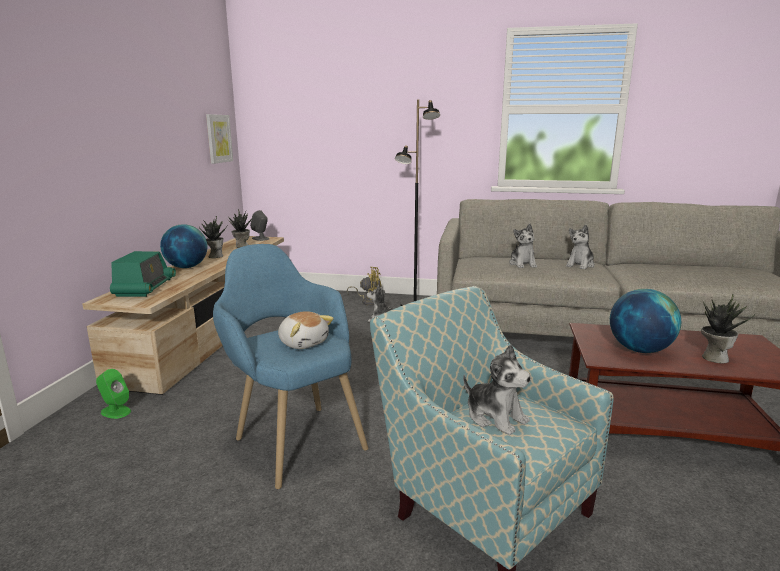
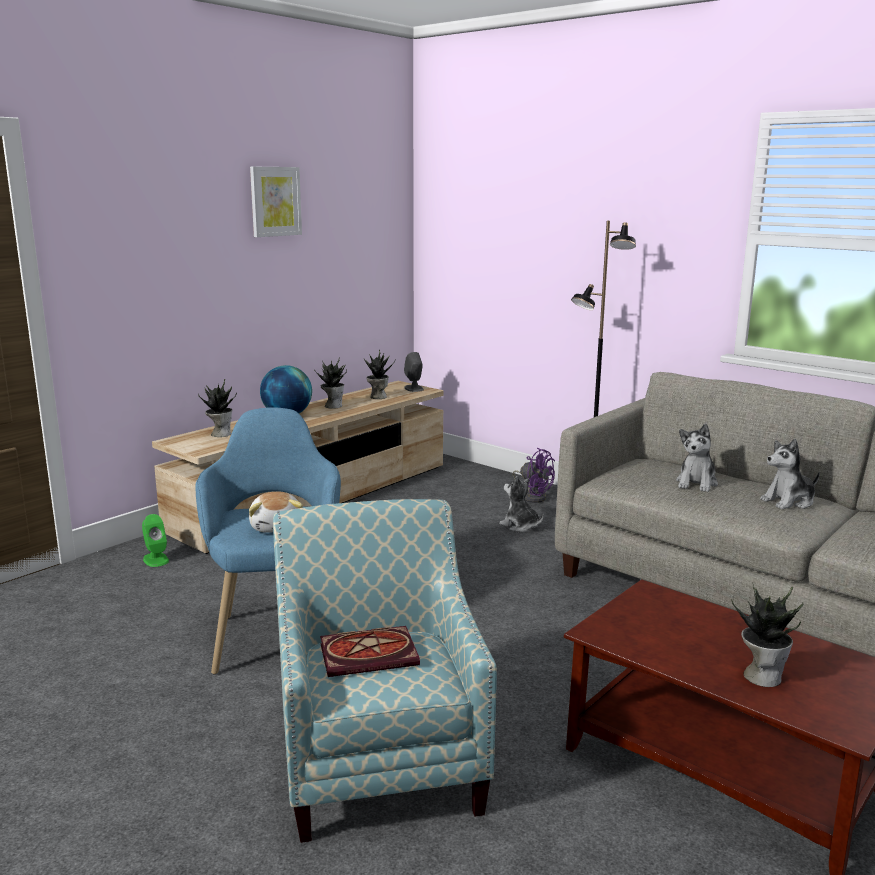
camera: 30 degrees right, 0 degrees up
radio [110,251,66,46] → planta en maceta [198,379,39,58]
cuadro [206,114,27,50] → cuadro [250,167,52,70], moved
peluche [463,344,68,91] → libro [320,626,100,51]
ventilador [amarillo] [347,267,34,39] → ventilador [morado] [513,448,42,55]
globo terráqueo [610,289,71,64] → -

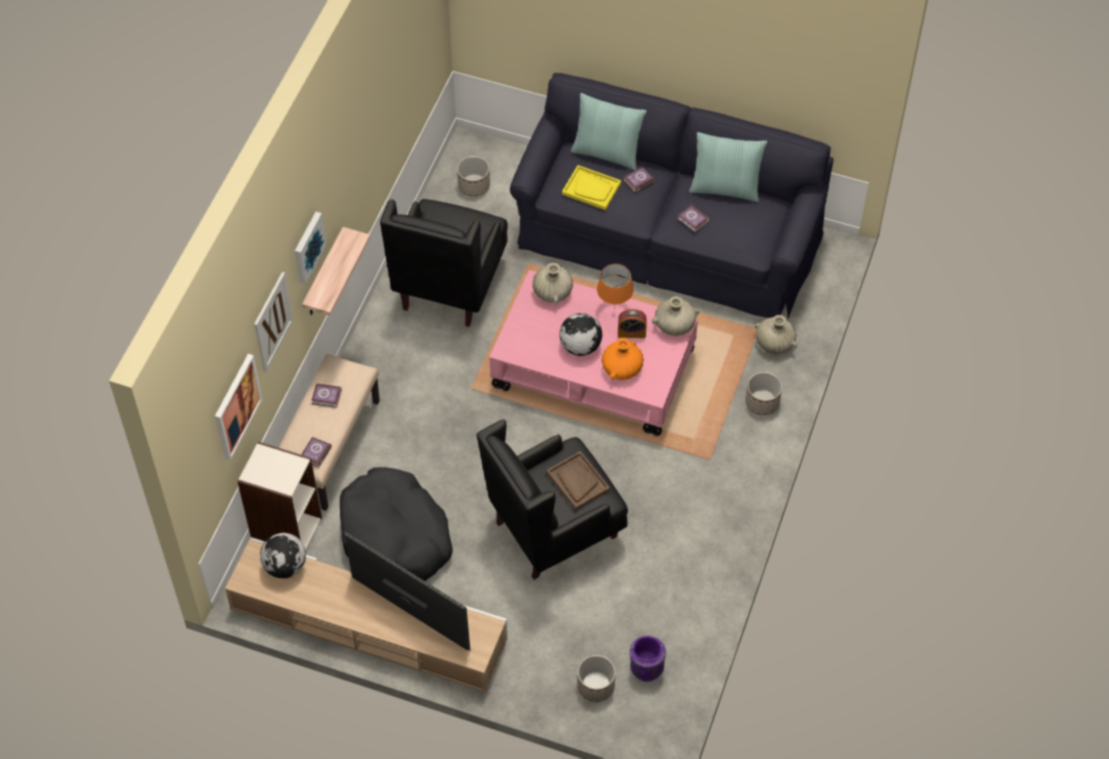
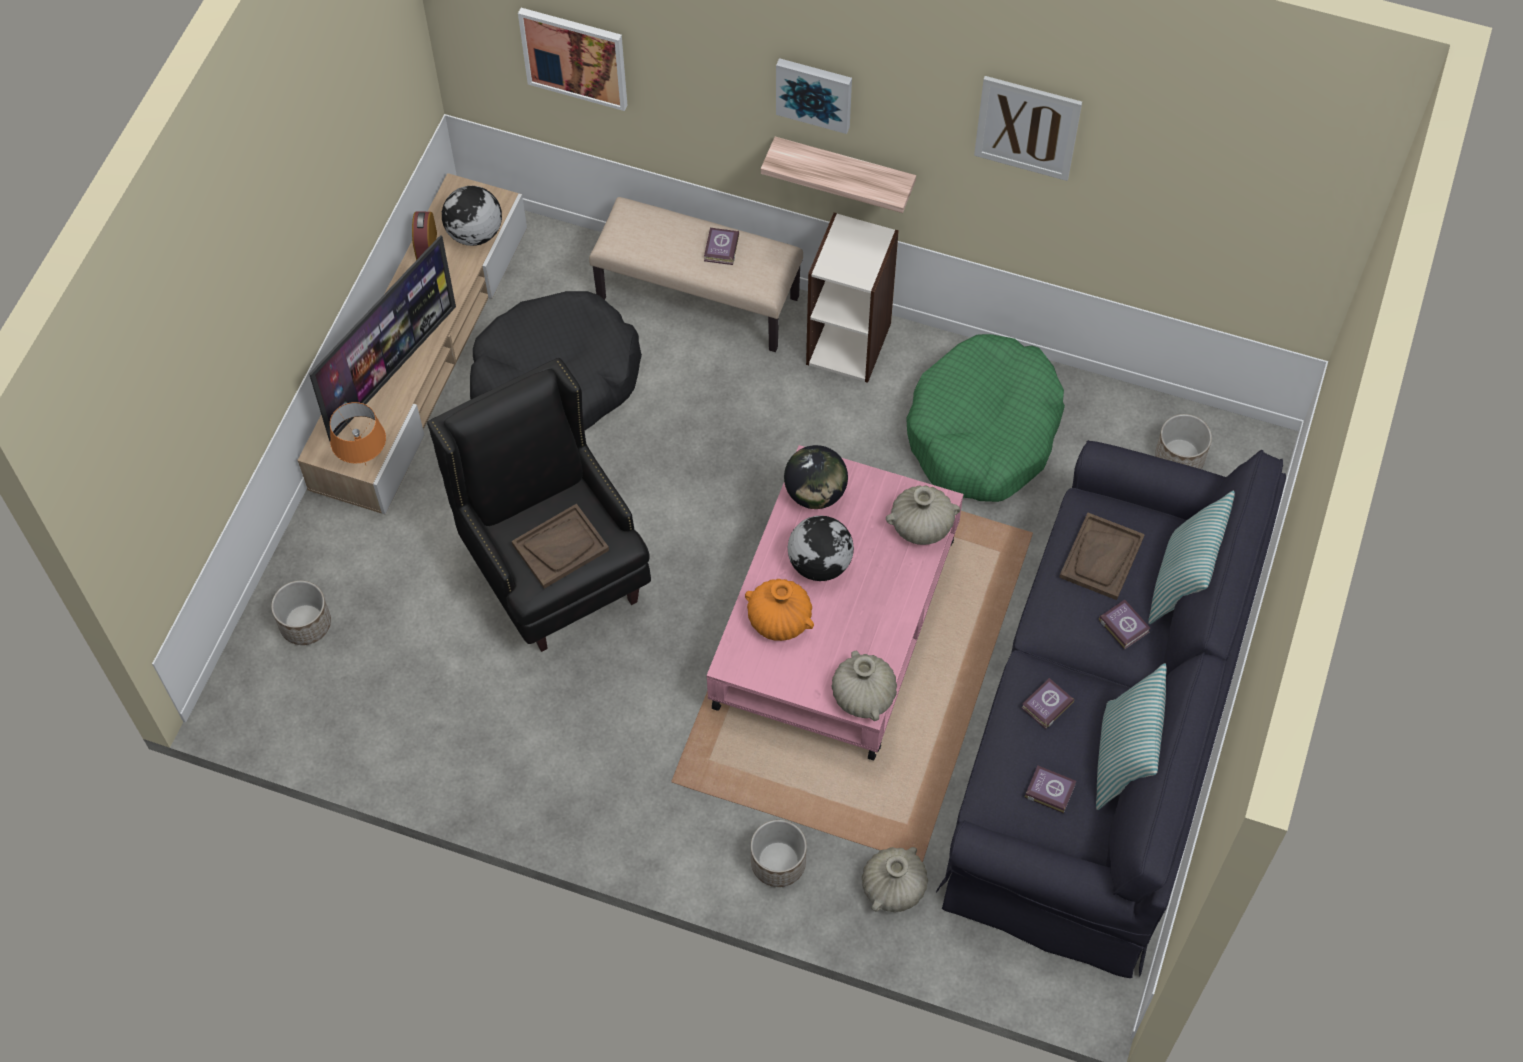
camera: 90 degrees right, 5 degrees up
lámpara de mesa [naranja] [597,264,37,45] → lámpara de mesa [naranja] [330,402,56,63], moved
despertador [618,309,29,29] → despertador [412,211,25,49], moved
- → globo terráqueo [784,445,64,64]
estantería [237,442,85,108] → estantería [806,213,93,170], moved
sillón [negro] [380,199,128,128] → cama para perro [verde] [906,334,159,168]
cuadro [254,272,39,100] → cuadro [974,76,108,105], moved
libro [301,437,31,31] → libro [1025,765,51,48], moved
bandeja [amarillo] [562,165,59,45] → bandeja [marrón] [1059,513,86,87]
florero [morado] [630,636,36,46] → -

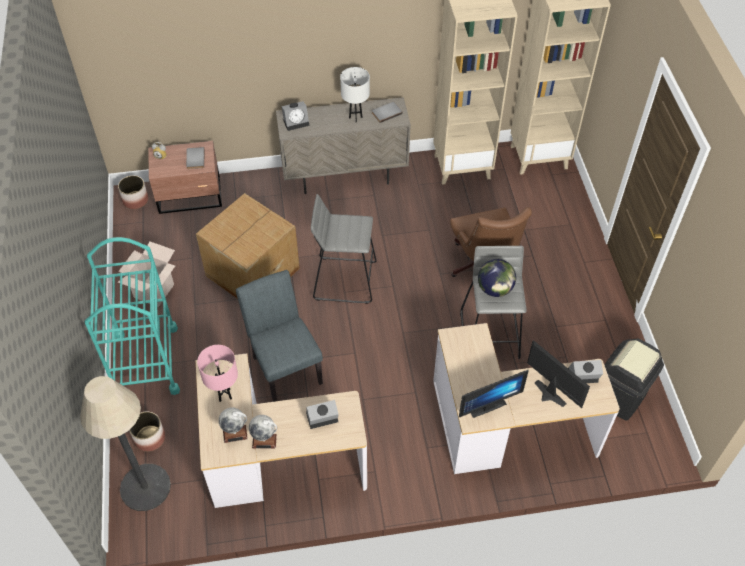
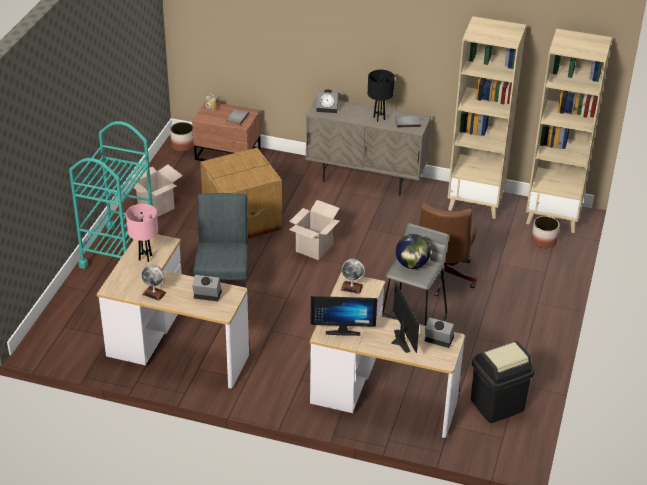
camera: 25 degrees right, 15 degrees down
taburete [gris] [311,194,66,110] → caja de cartón [289,200,51,60]
globo terráqueo [219,407,29,36] → globo terráqueo [341,259,24,35], moved
lámpara de mesa [blanco] [340,67,30,56] → lámpara de mesa [negro] [368,70,27,52]
maceta [129,411,36,41] → maceta [531,216,28,32], moved
lámpara de pie [80,376,91,135] → -

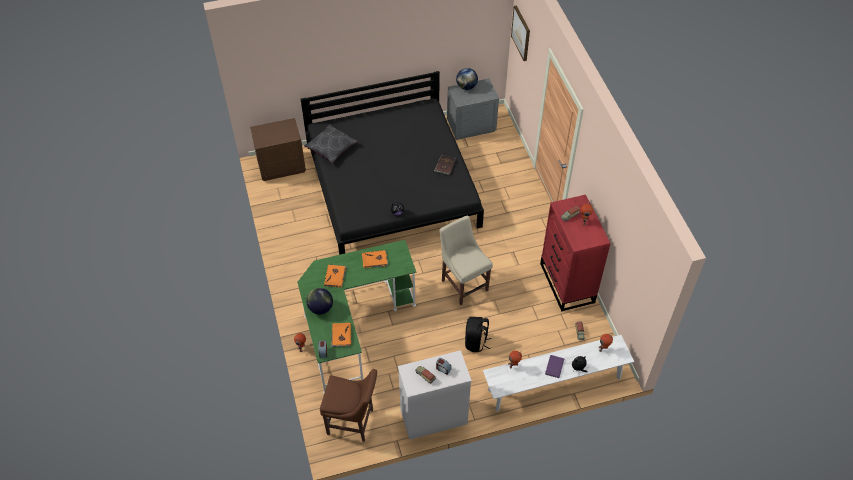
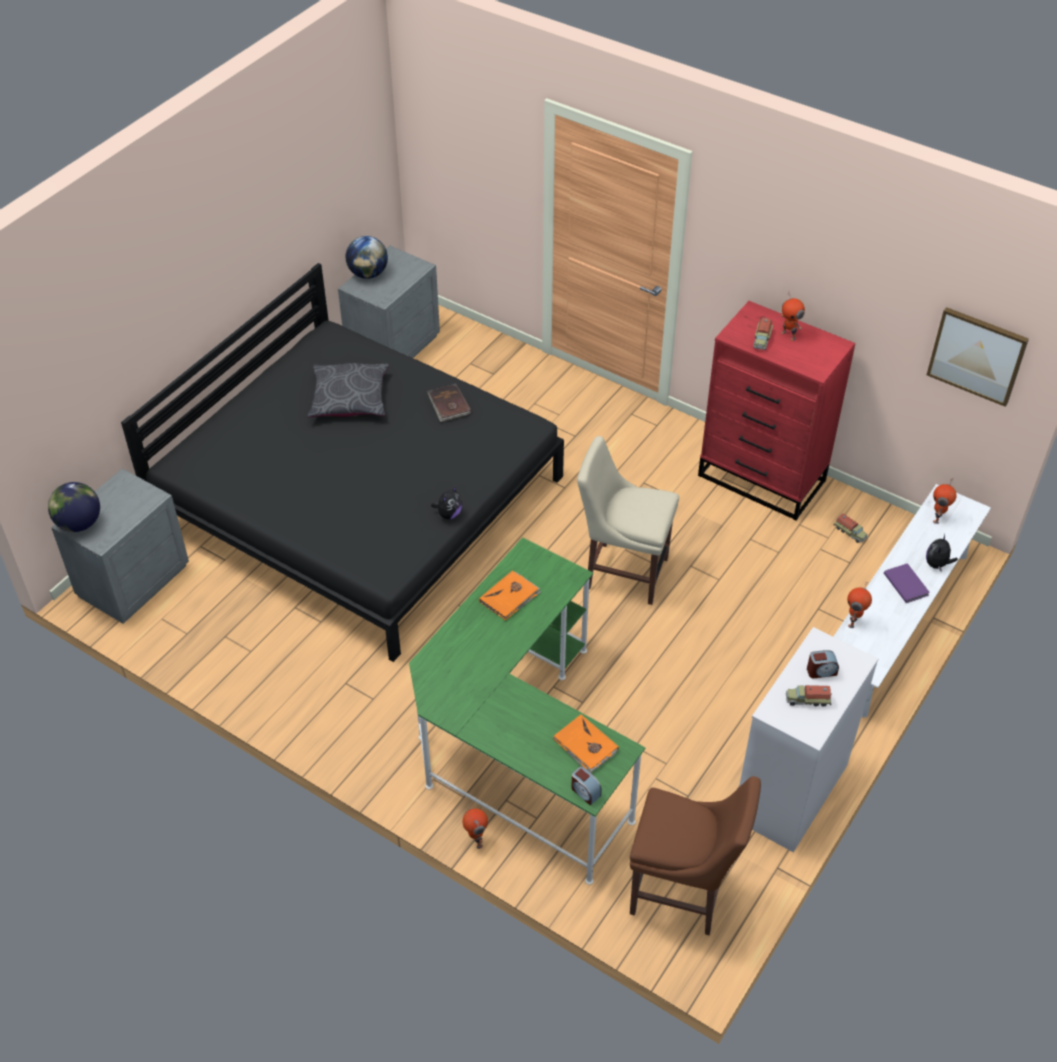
camera: 40 degrees left, 5 degrees down
globo terráqueo [306,288,27,26] → globo terráqueo [48,482,52,50], moved
mesita de noche [marrón] [250,118,56,63] → mesita de noche [gris] [51,468,138,156]
cojín [gris] [304,124,54,40] → cojín [gris] [307,363,82,55], moved
silla [marrón] [320,369,57,73] → silla [marrón] [630,776,131,159], 45 degrees clockwise
cuadro [511,5,19,56] → cuadro [927,307,102,100], moved
libro [naranja] [324,265,23,23] → -
mochila [negro] [465,317,27,35] → -

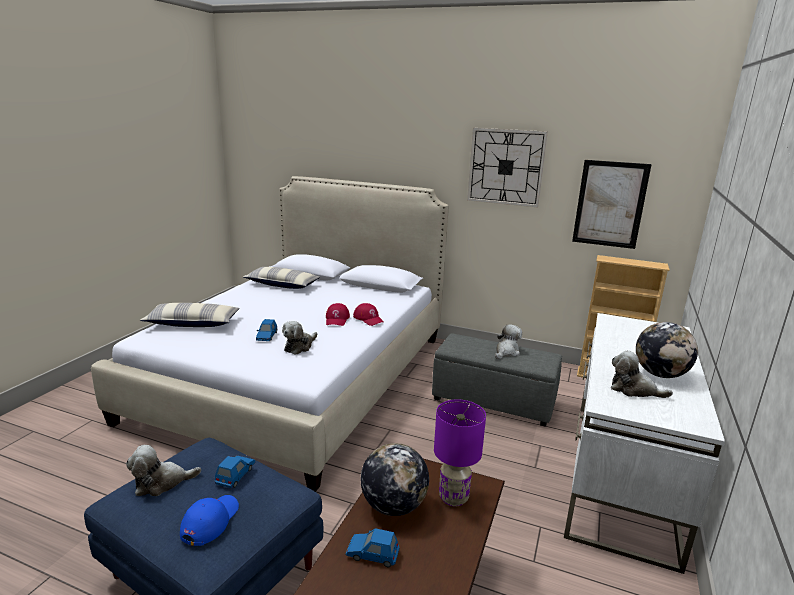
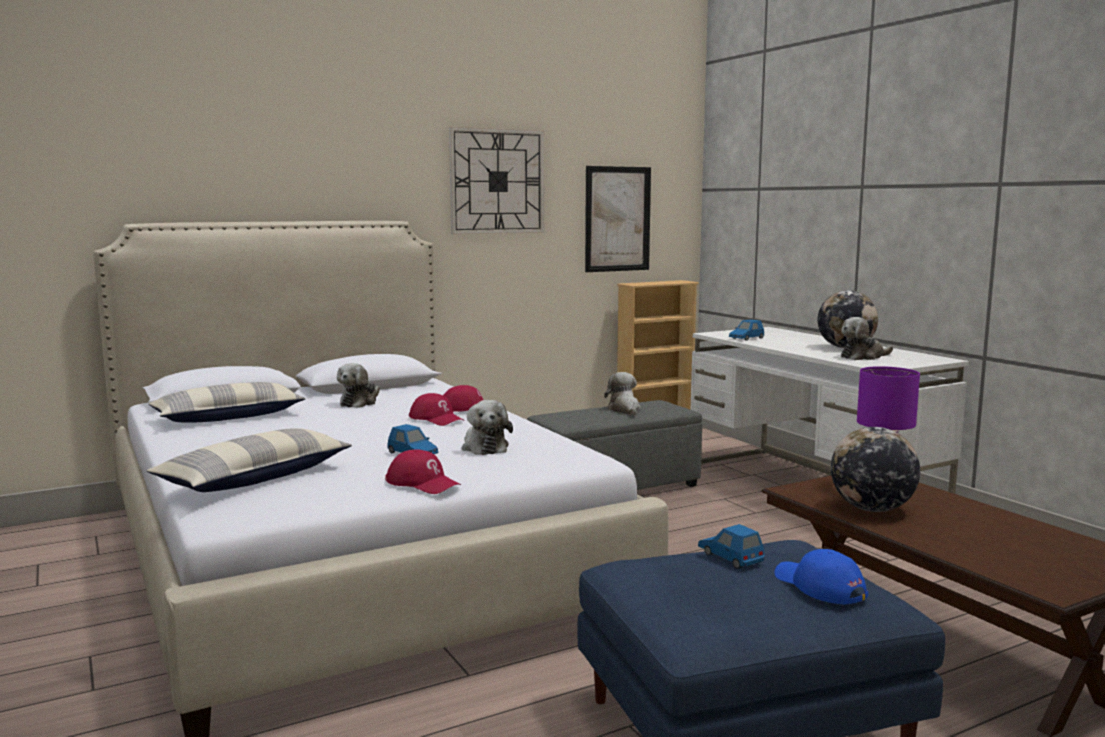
camera: 50 degrees left, 10 degrees down
peluche [126,445,75,51] → peluche [337,363,43,45], moved
- → gorra [rojo] [385,449,76,45]
coche de juguete [azul] [345,528,54,40] → coche de juguete [azul] [729,319,35,22], moved

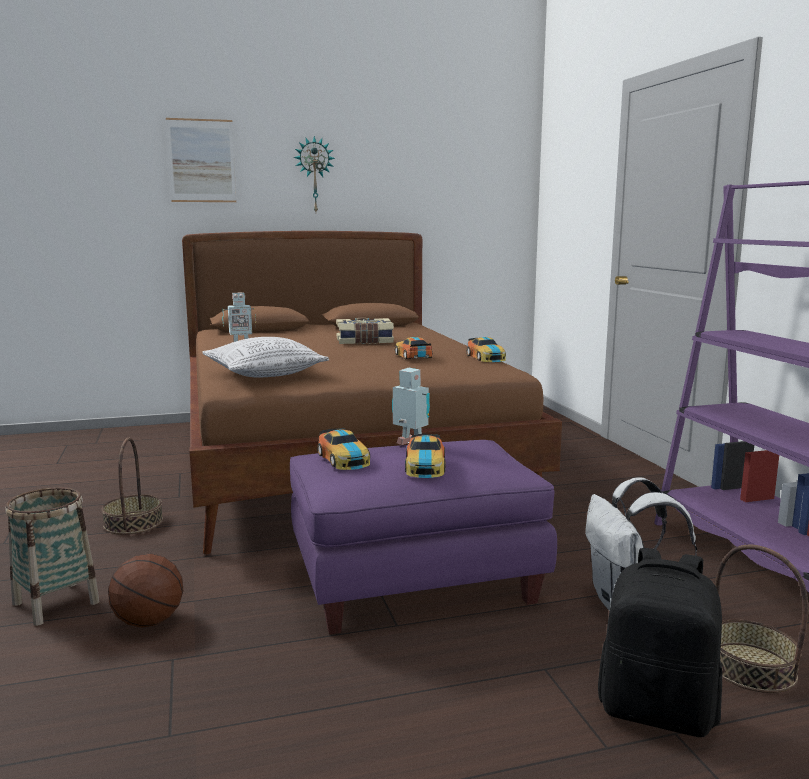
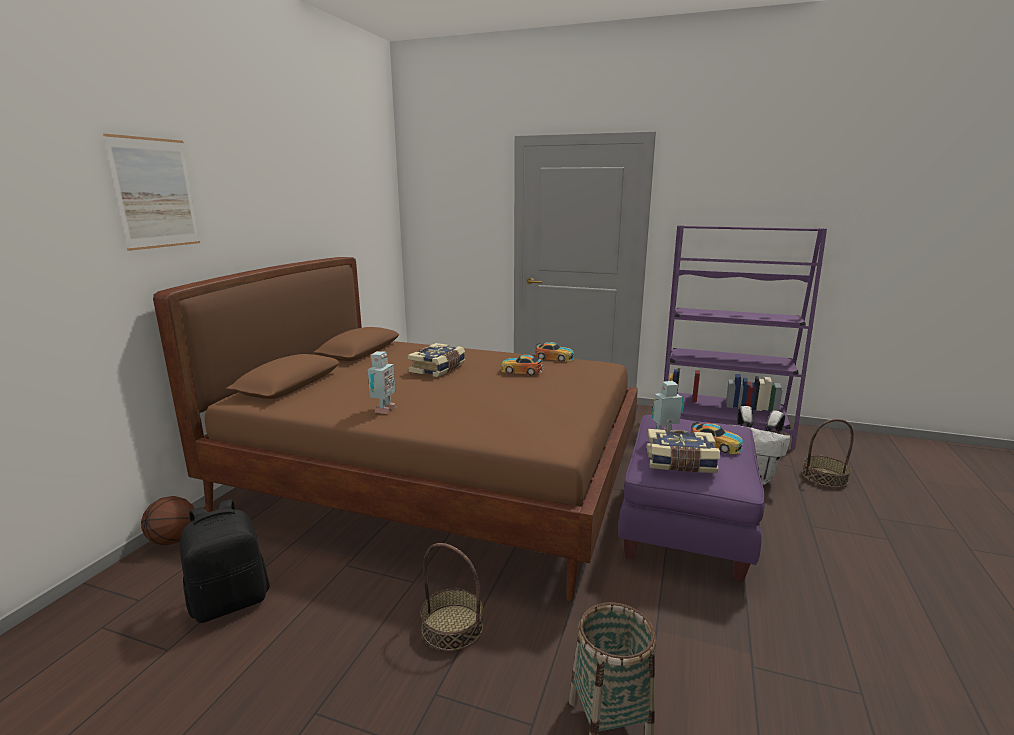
camera: 55 degrees left, 5 degrees up
balón de baloncesto [108,553,75,75] → balón de baloncesto [141,496,53,49], moved
mochila [negro] [598,548,124,189] → mochila [negro] [180,499,90,124], moved
coche de juguete [317,428,53,42] → libro [647,429,73,44]
cojín [202,337,127,40] → -
reloj de pared [294,136,41,76] → -

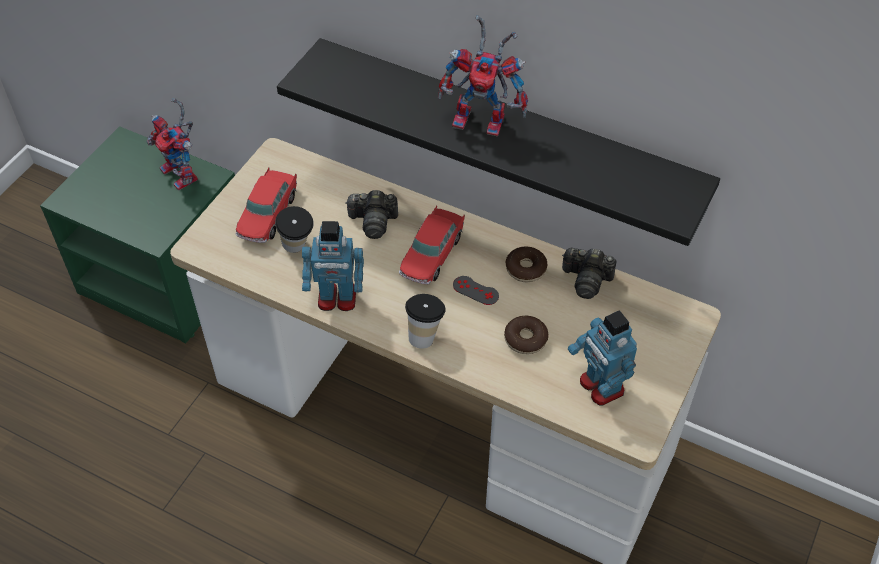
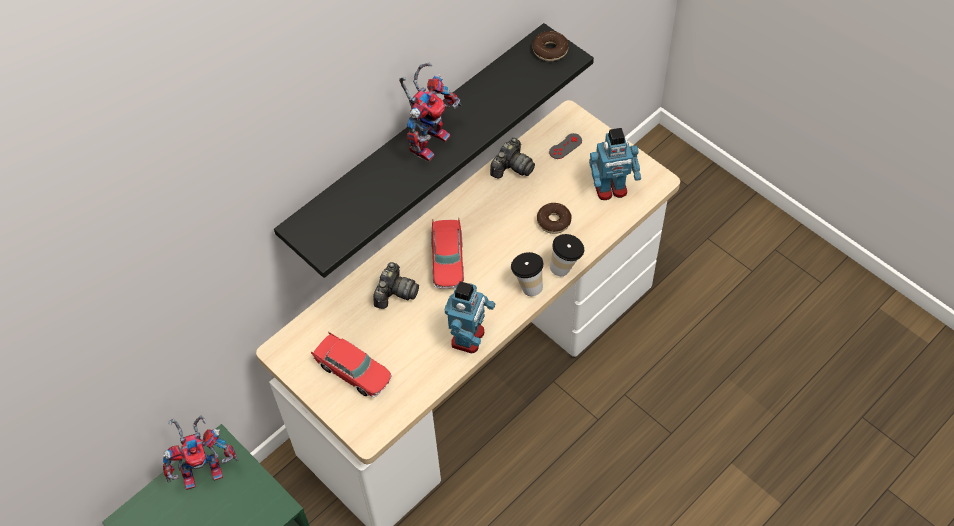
camera: 70 degrees left, 5 degrees up
coche de juguete [399,206,66,78] → coche de juguete [431,218,33,71], 45 degrees clockwise
rosquilla [506,247,41,35] → rosquilla [533,31,36,31], moved
mando de consola [gris] [453,276,46,29] → mando de consola [gris] [549,133,33,26], moved
taza [275,206,39,47] → taza [550,234,34,42], moved

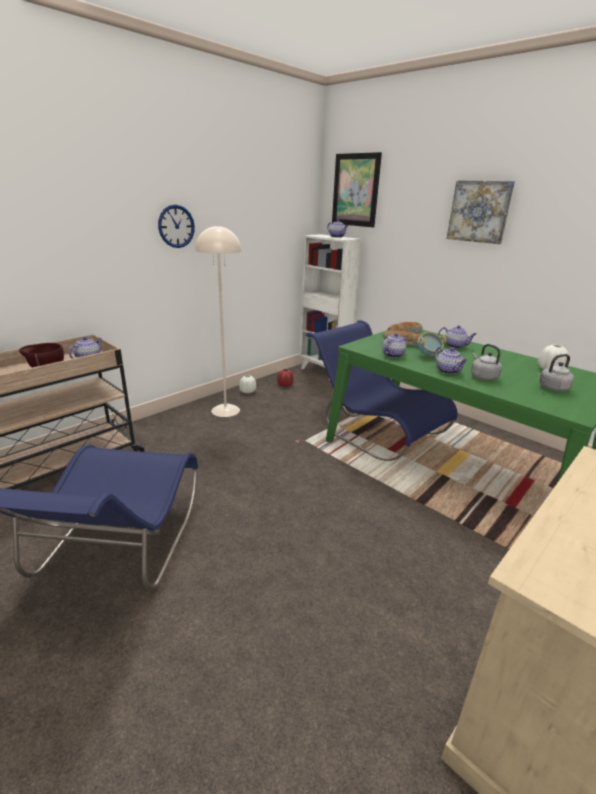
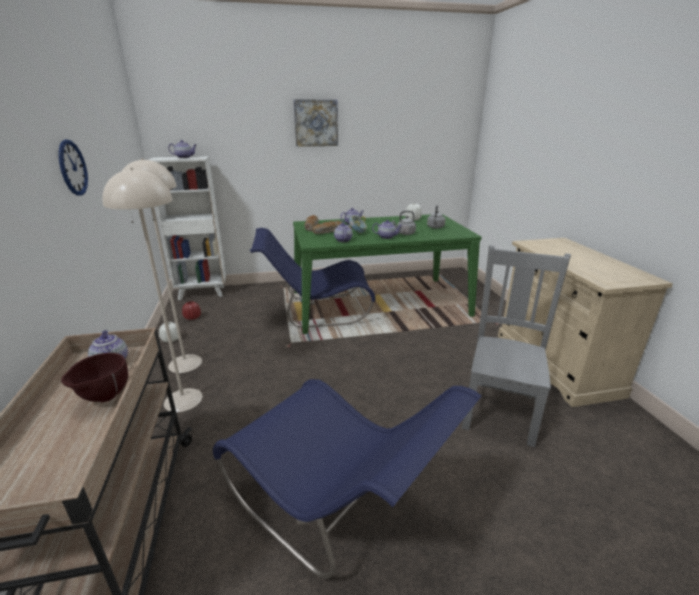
camera: 55 degrees left, 0 degrees up
- → lámpara de pie [beis] [102,168,101,244]
- → silla [gris] [462,245,109,202]
cuadro [332,152,50,75] → -

